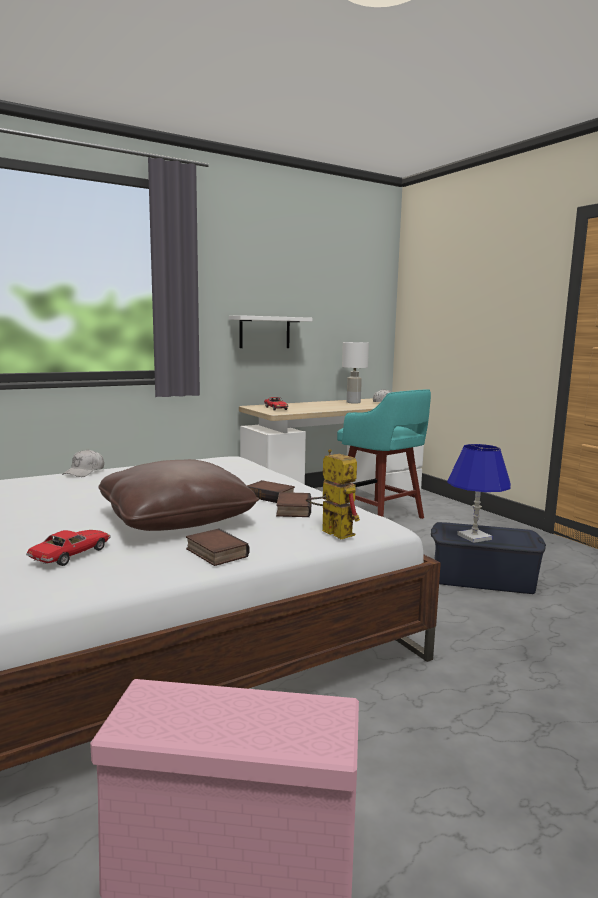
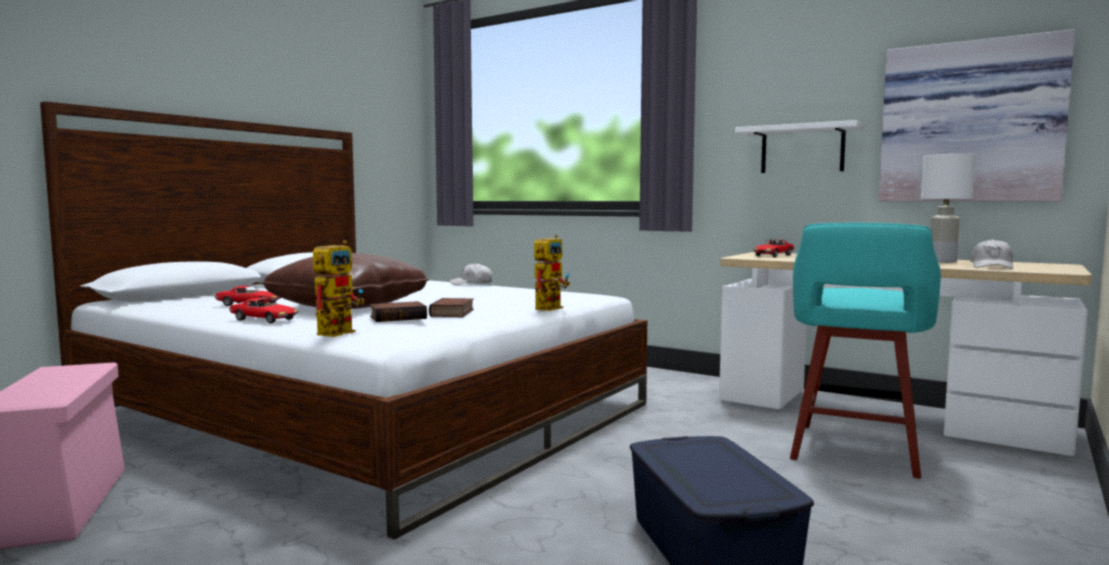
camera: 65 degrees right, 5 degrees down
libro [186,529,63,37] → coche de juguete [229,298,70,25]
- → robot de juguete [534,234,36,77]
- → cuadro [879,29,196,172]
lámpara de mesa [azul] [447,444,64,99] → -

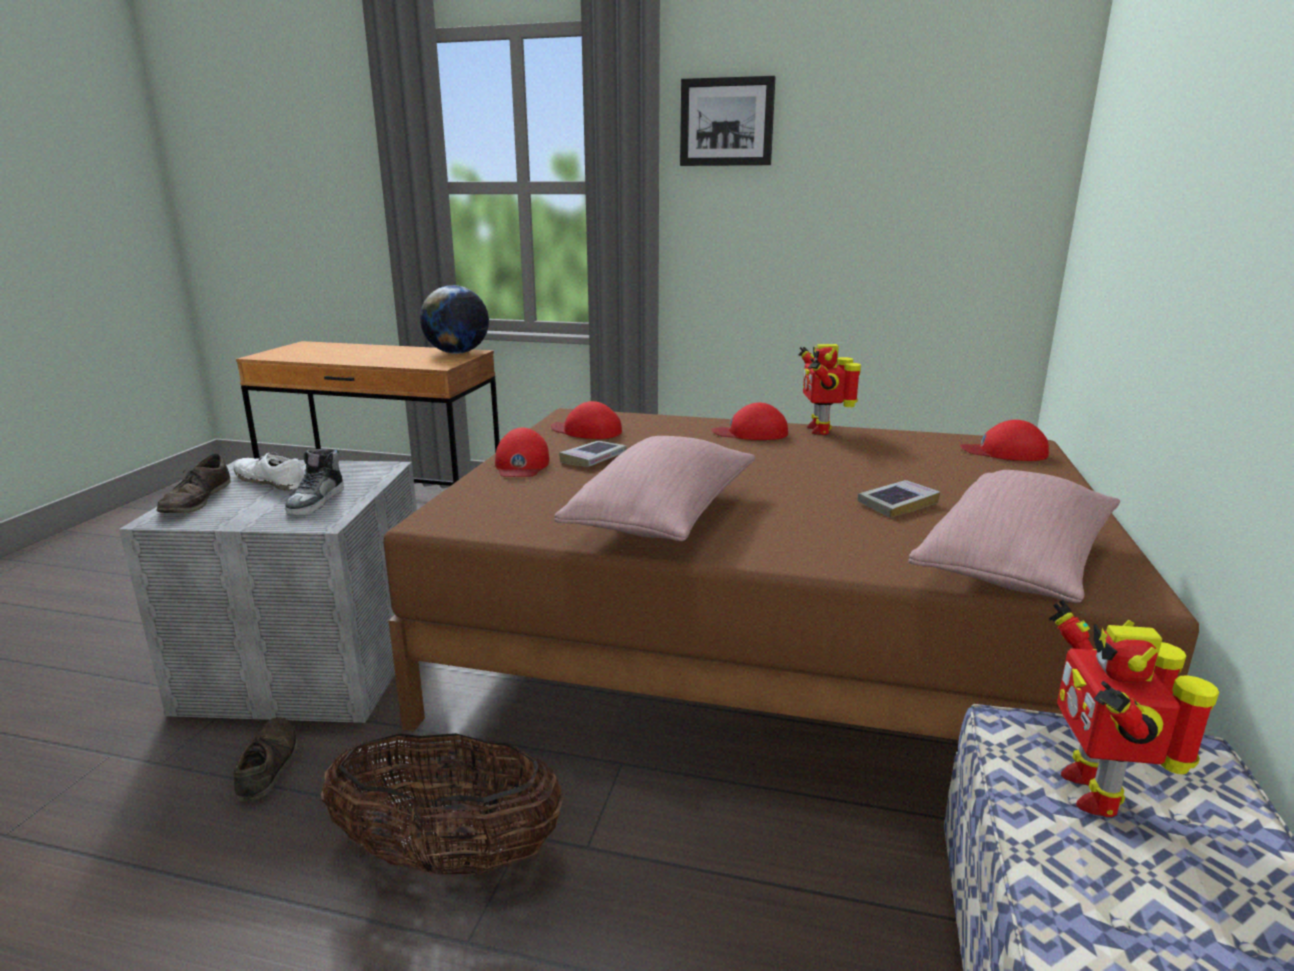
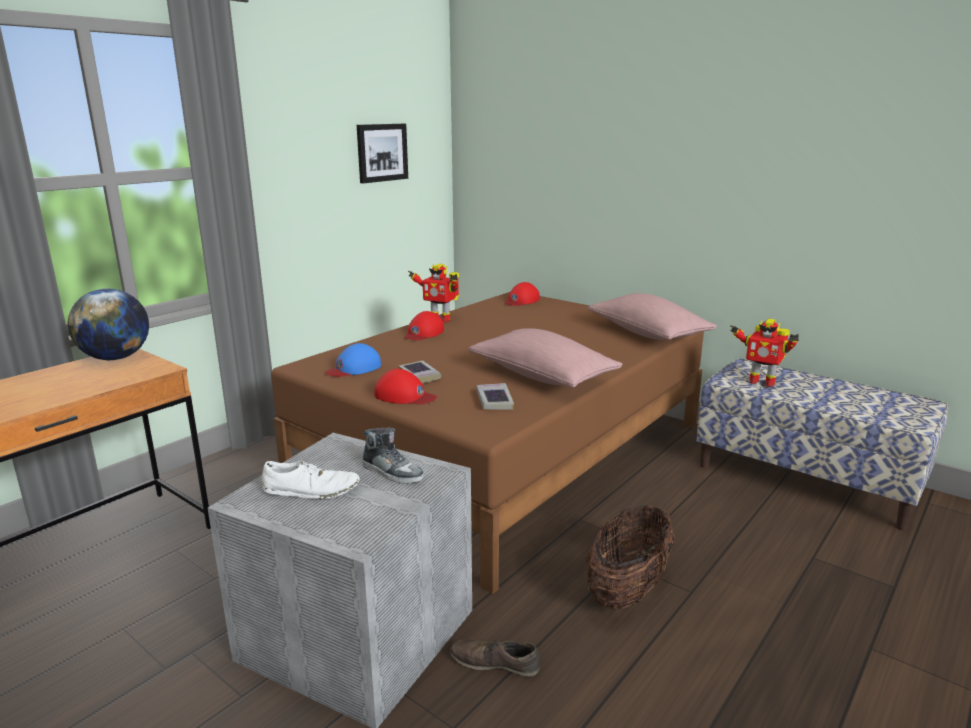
camera: 65 degrees left, 0 degrees up
zapato [blanco] [234,452,71,38] → zapato [blanco] [262,461,98,38], 150 degrees counterclockwise
gorra [rojo] [551,401,71,38] → gorra [azul] [325,343,56,34]
cuadro [680,76,95,90] → cuadro [357,124,51,59], moved
libro [857,480,83,38] → libro [477,383,37,27], moved
zapato [marrón] [157,454,74,59] → -

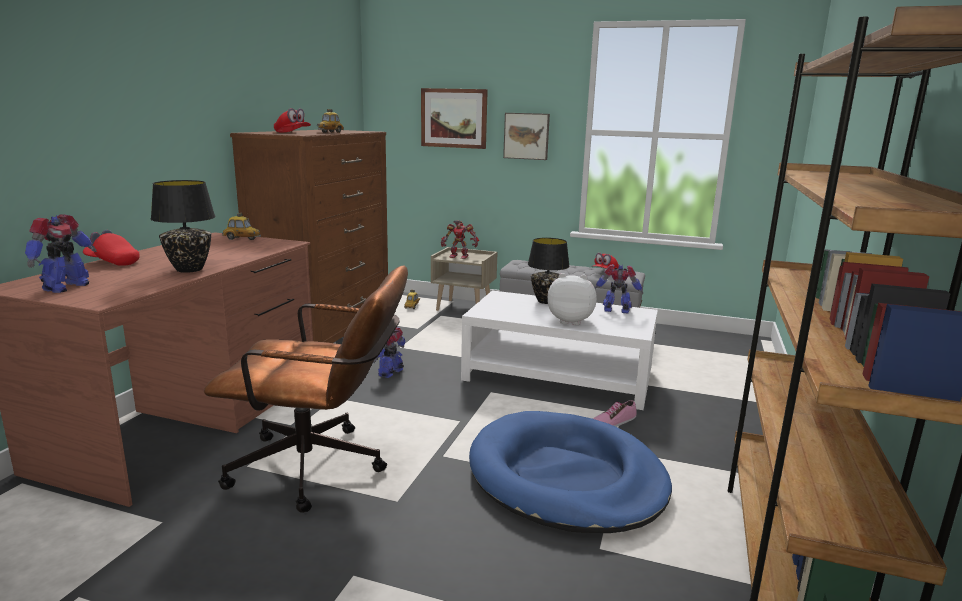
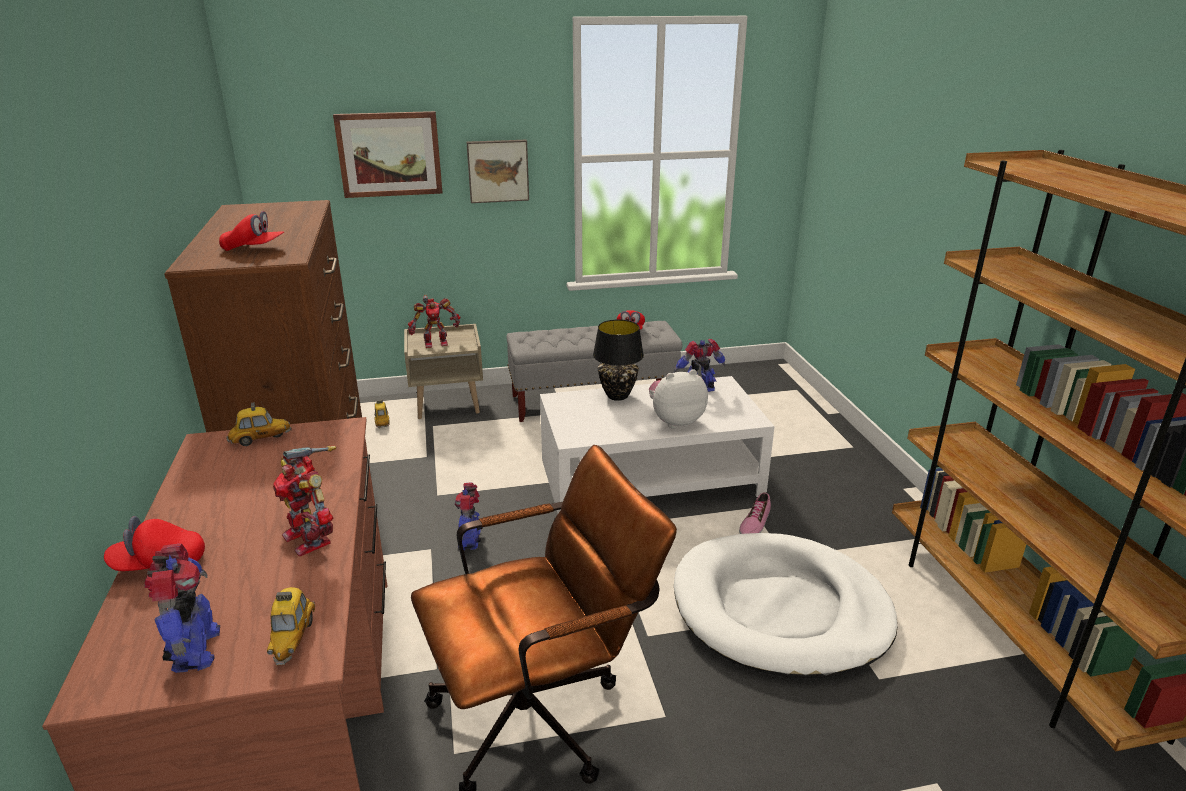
camera: 30 degrees left, 10 degrees up
coche de juguete [317,109,27,24] → coche de juguete [267,587,48,78], moved
lámpara de mesa [negro] [151,180,64,93] → robot de juguete [273,446,63,110]
cama para perro [azul] [469,411,203,122] → cama para perro [blanco] [674,533,223,145]

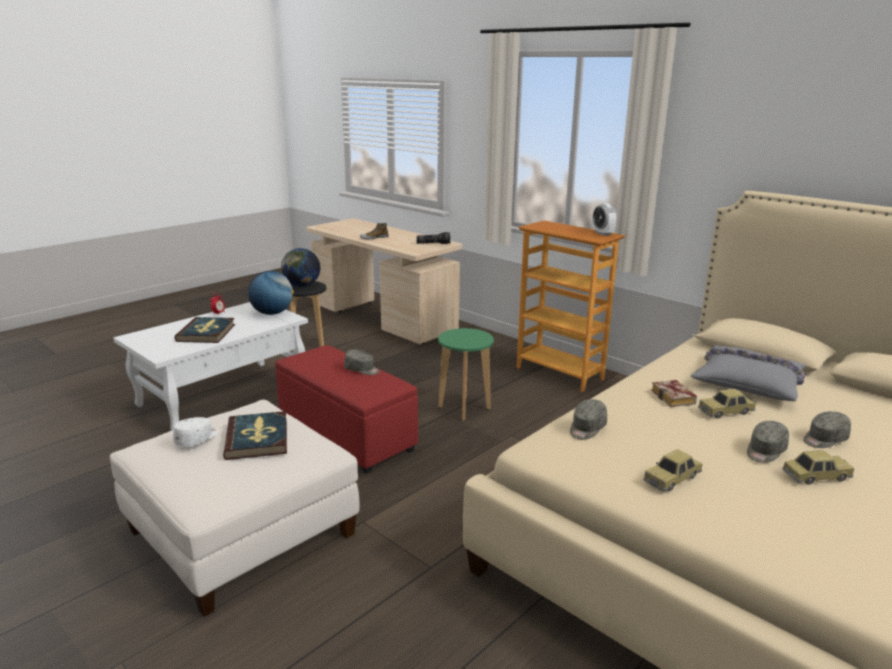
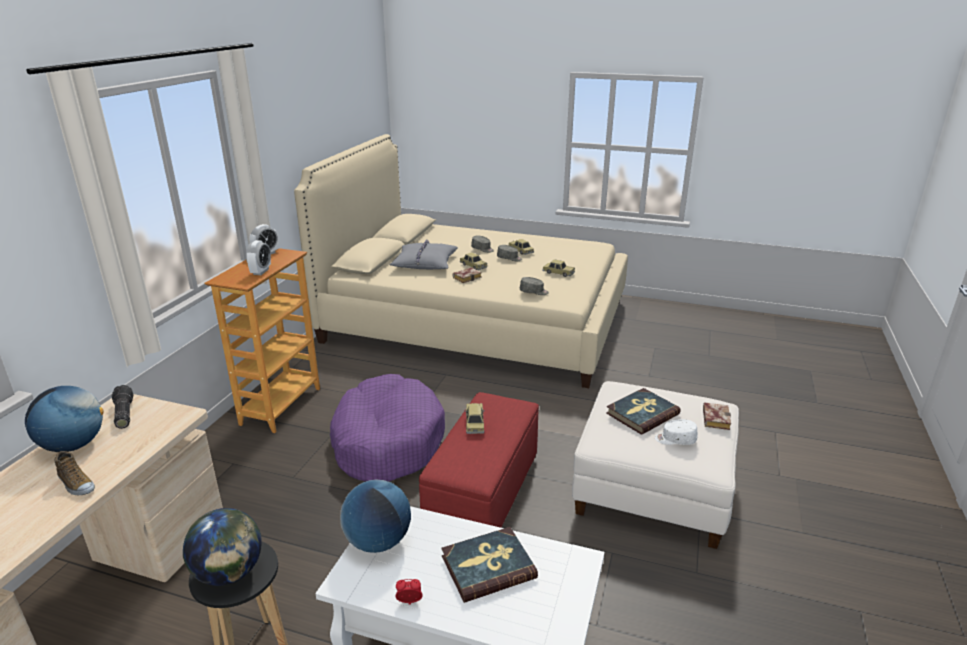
camera: 115 degrees left, 5 degrees up
- → globo terráqueo [25,386,79,66]
- → despertador [246,240,25,35]
taburete [verde] [438,328,56,93] → cama para perro [morado] [330,374,115,108]
gorra [gris] [344,350,36,25] → coche de juguete [465,403,20,31]
- → libro [703,402,28,28]

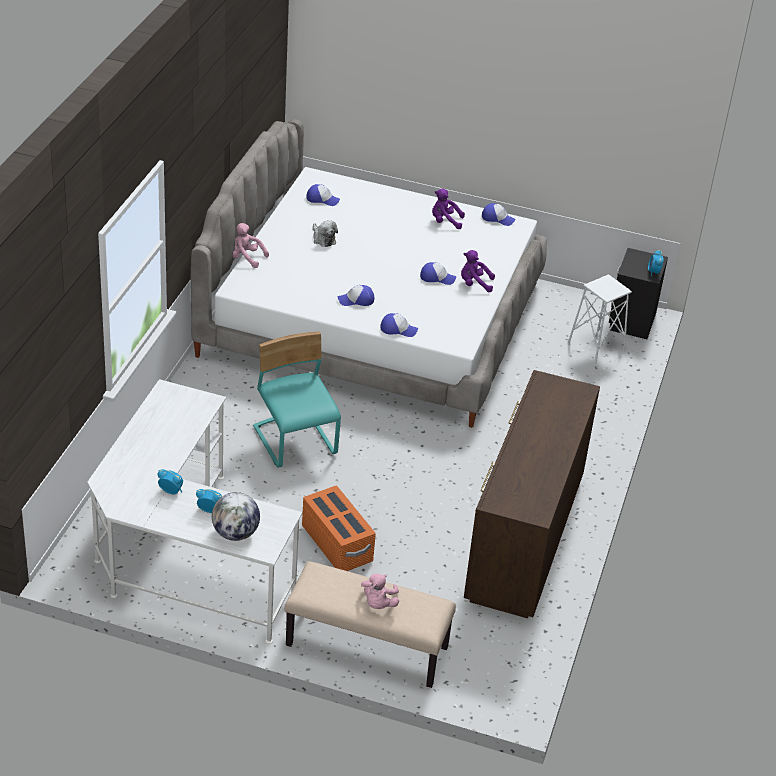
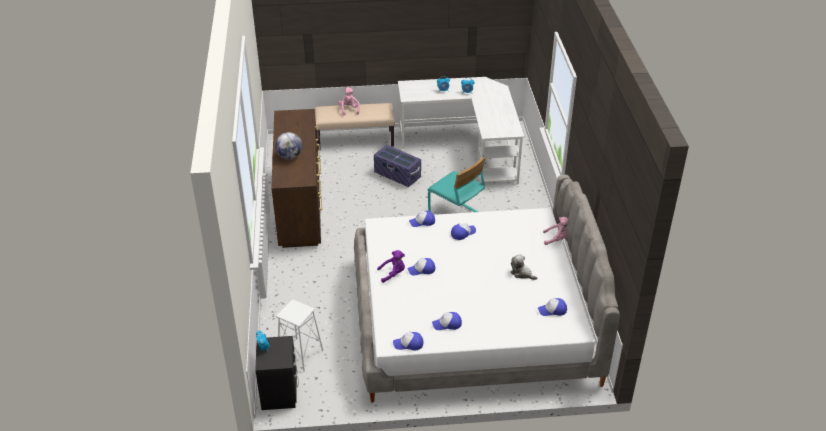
camera: 160 degrees right, 0 degrees up
globo terráqueo [212,492,48,49] → globo terráqueo [275,132,28,28], moved
caja de almacenaje [naranja] [302,486,74,85] → caja de almacenaje [morado] [374,145,47,42]
peluche [morado] [432,188,33,41] → gorra [432,312,30,18]

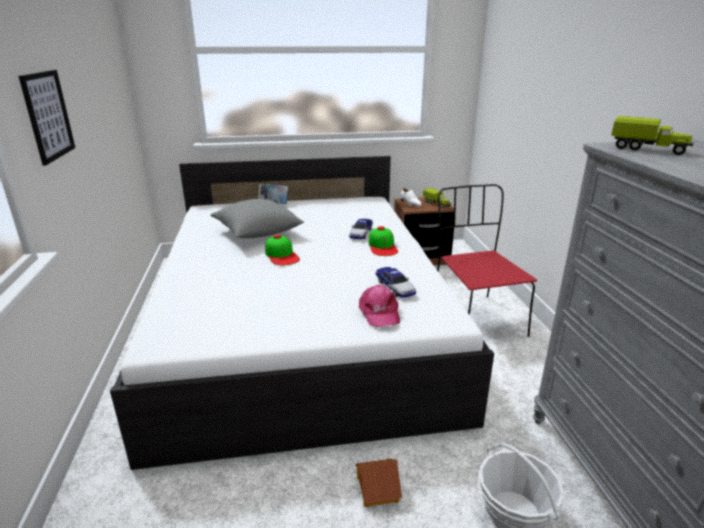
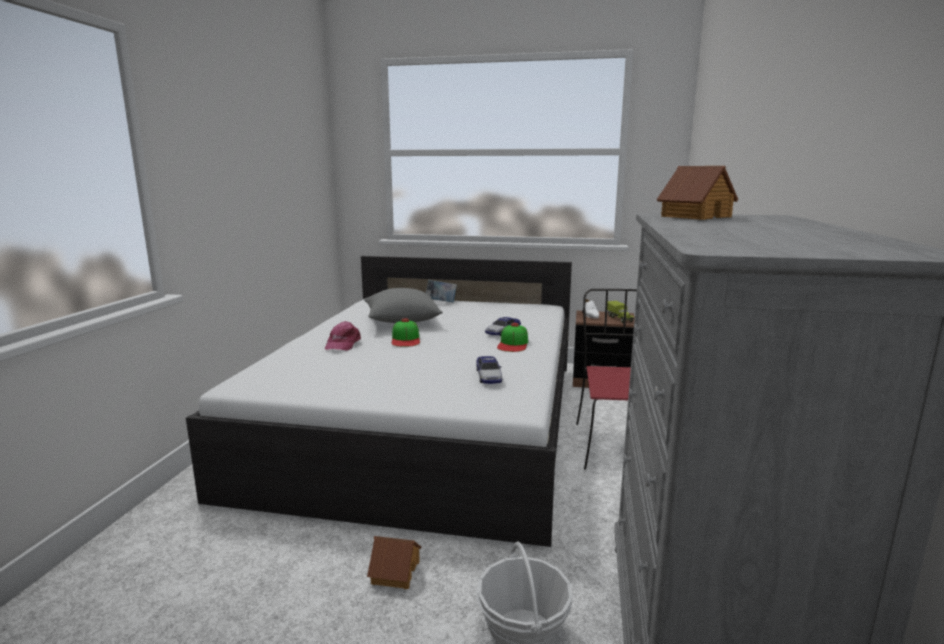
camera: 20 degrees right, 10 degrees down
gorra [rosa] [359,285,41,42] → gorra [rosa] [325,321,36,30], moved
camión de juguete [611,116,82,39] → casita [657,166,81,54]
cuadro [18,70,57,96] → -

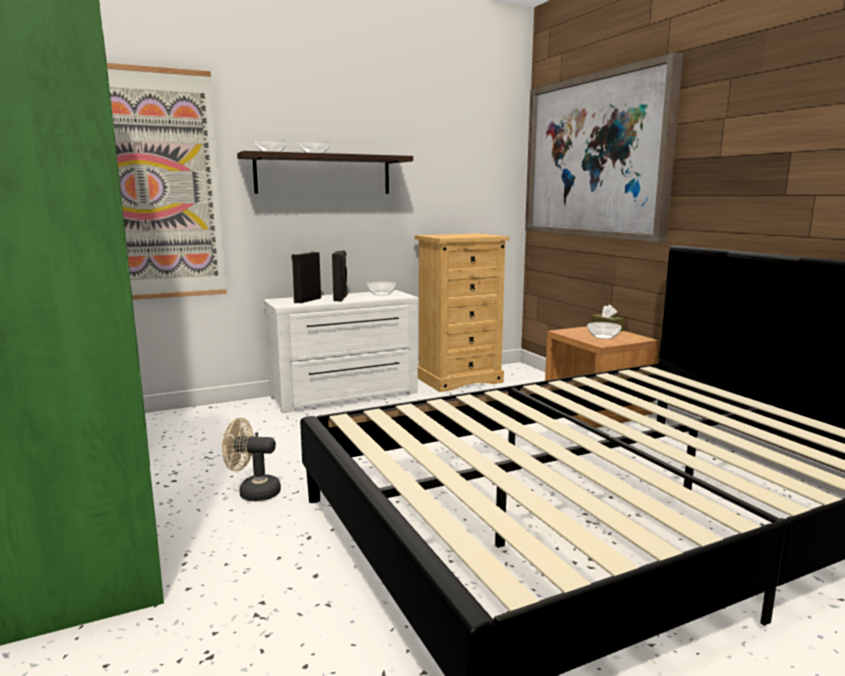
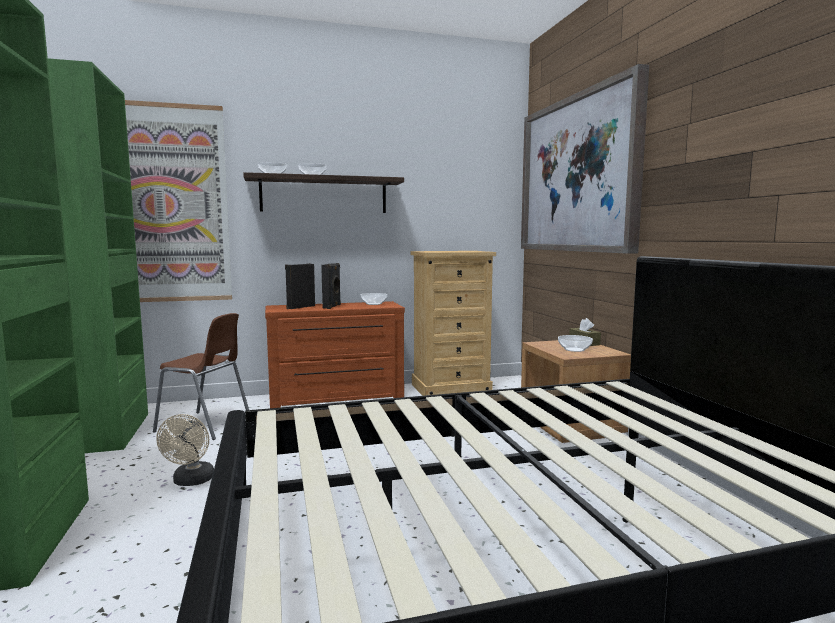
camera: 10 degrees right, 5 degrees down
- → silla [marrón] [153,313,96,127]
ventilador [beis] [222,418,59,83] → ventilador [beis] [156,414,58,72], 105 degrees counterclockwise
cómoda [blanco] [264,290,155,123] → cómoda [marrón] [265,301,140,107]

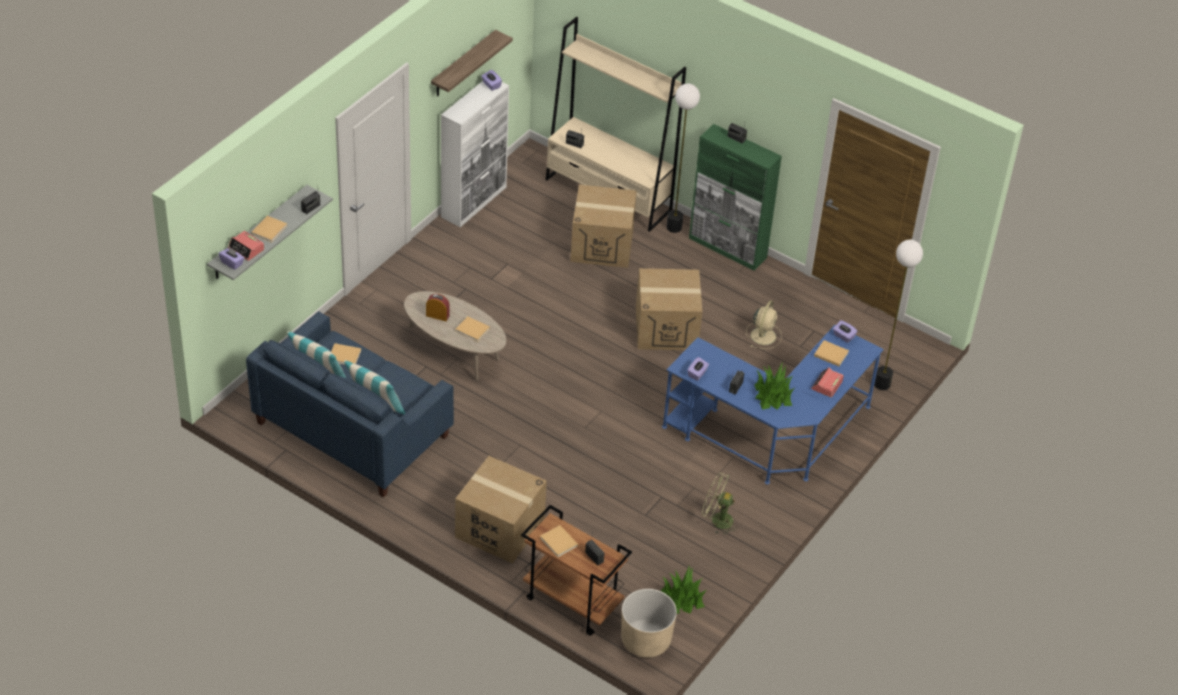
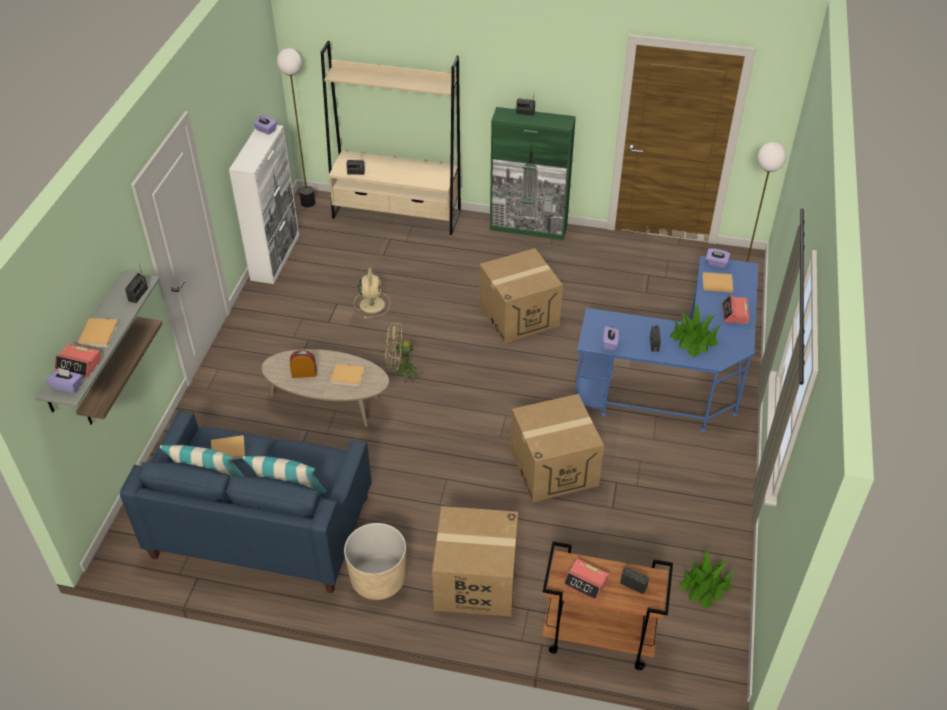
camera: 20 degrees left, 0 degrees up
estante [431,30,82,67] → estante [76,317,86,108], moved
lámpara de pie [667,84,33,149] → lámpara de pie [277,48,39,159], moved
maceta [beis] [621,589,56,69] → maceta [beis] [344,523,62,77], moved
ventilador [beis] [746,301,36,48] → ventilador [beis] [354,268,36,50], moved
ventilador [verde] [702,473,36,62] → ventilador [verde] [385,323,38,61], moved
caja de cartón [570,185,67,83] → caja de cartón [510,394,94,108], moved
libro [beis] [540,525,38,32] → despertador [563,559,46,42]

